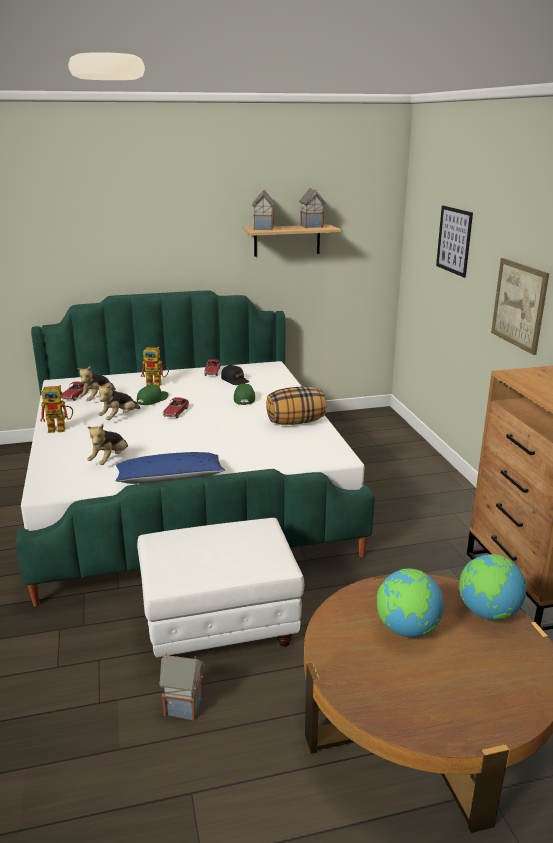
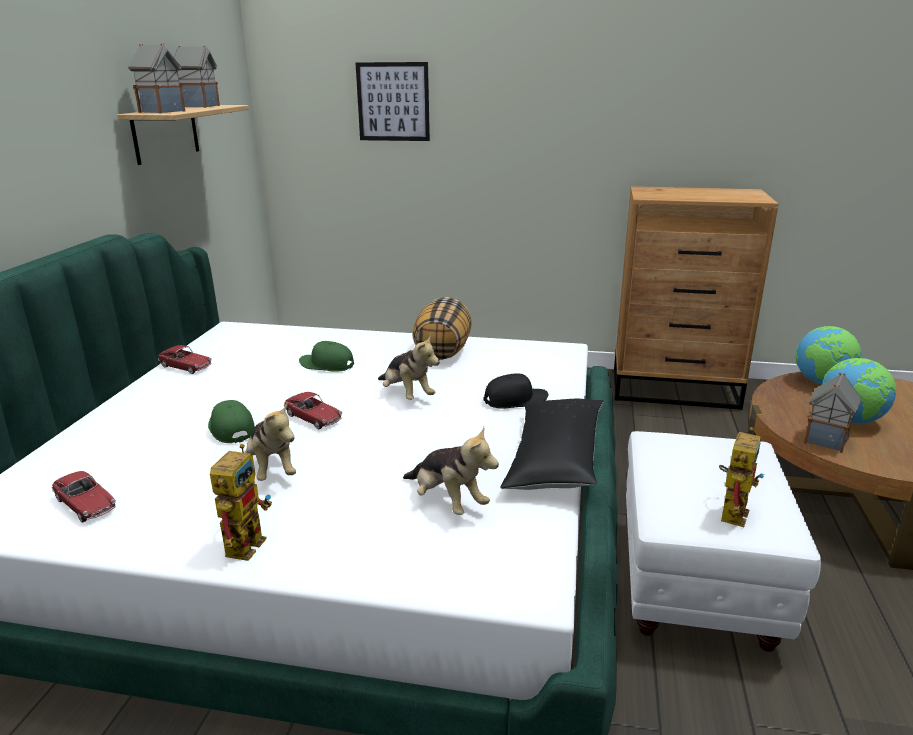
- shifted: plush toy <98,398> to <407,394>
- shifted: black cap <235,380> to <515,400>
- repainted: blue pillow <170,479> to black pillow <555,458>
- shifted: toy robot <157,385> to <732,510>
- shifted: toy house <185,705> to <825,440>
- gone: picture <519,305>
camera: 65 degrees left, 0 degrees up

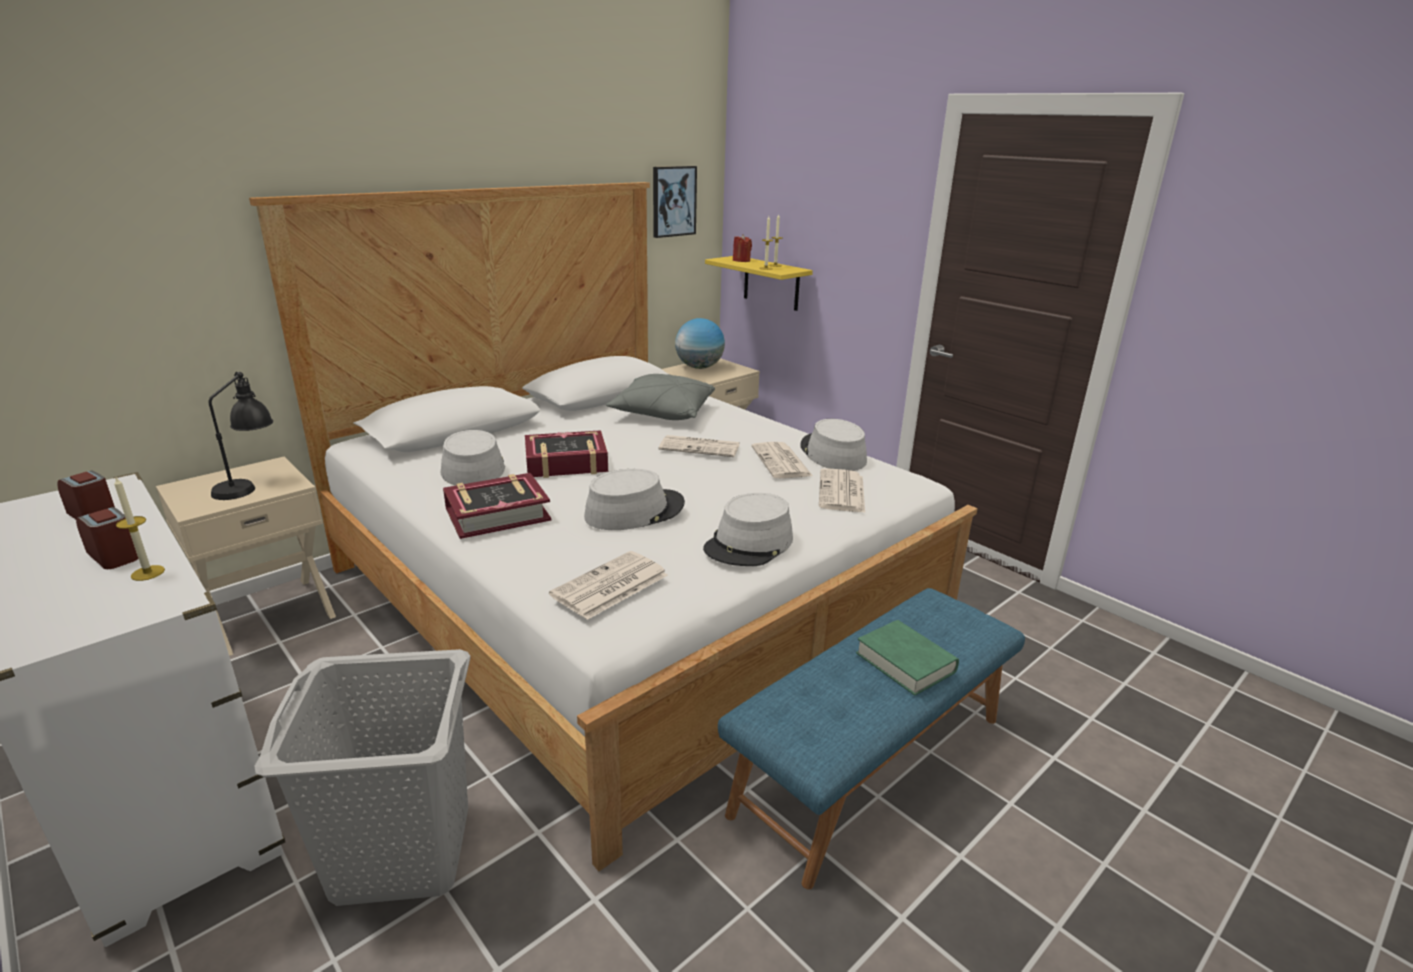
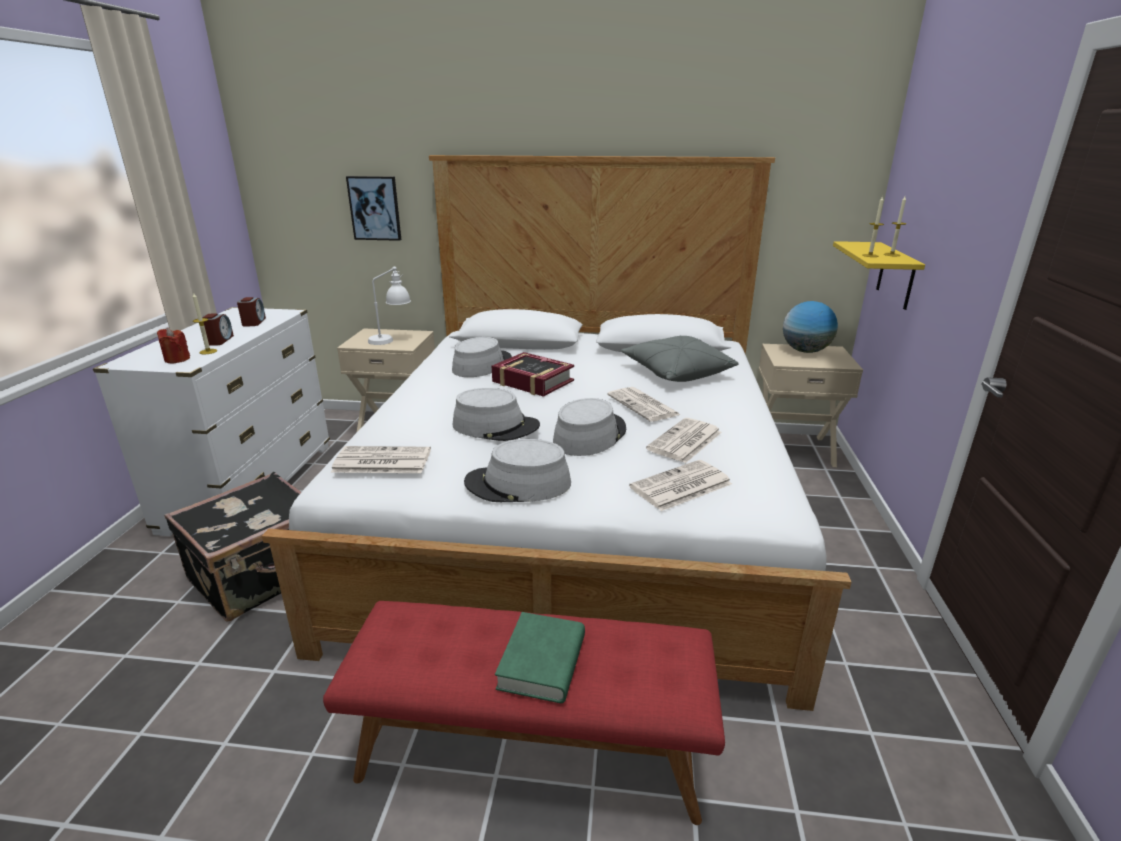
- shifted: red candle <741,260> to <177,359>
- swapped: grey laundry basket <402,851> to black suitcase <263,575>
- repainted: blue bench <869,763> to red bench <531,748>
- shifted: picture <673,201> to <375,208>
- repainted: black table lamp <249,485> to white table lamp <391,340>
- shifted: grey hat <832,453> to <589,435>
- gone: book <497,514>
camera: 50 degrees right, 0 degrees up

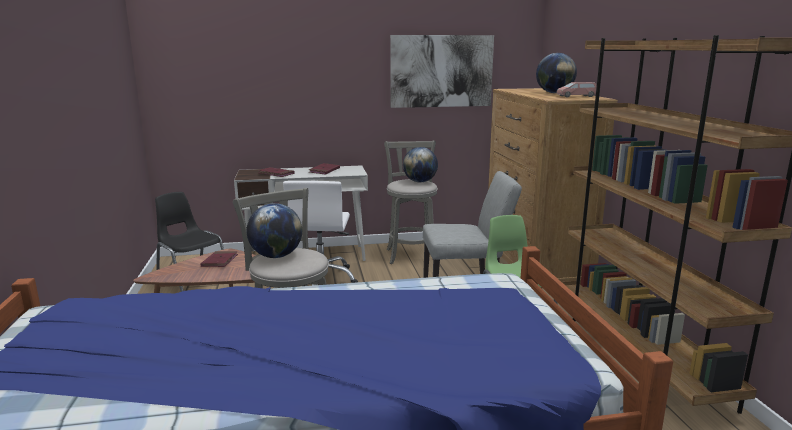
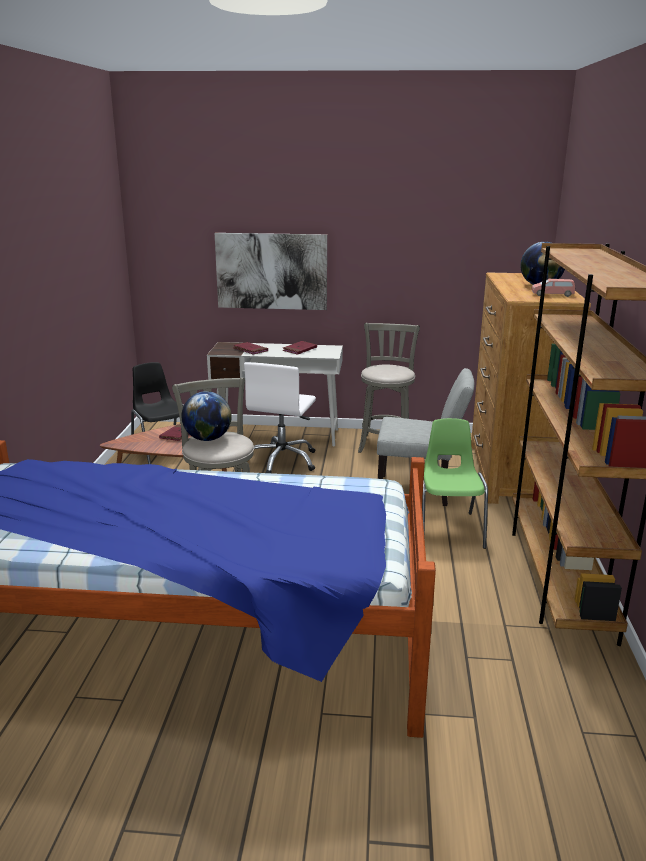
- shifted: picture <441,71> to <271,271>
- gone: globe <420,181>
camera: 15 degrees right, 5 degrees up

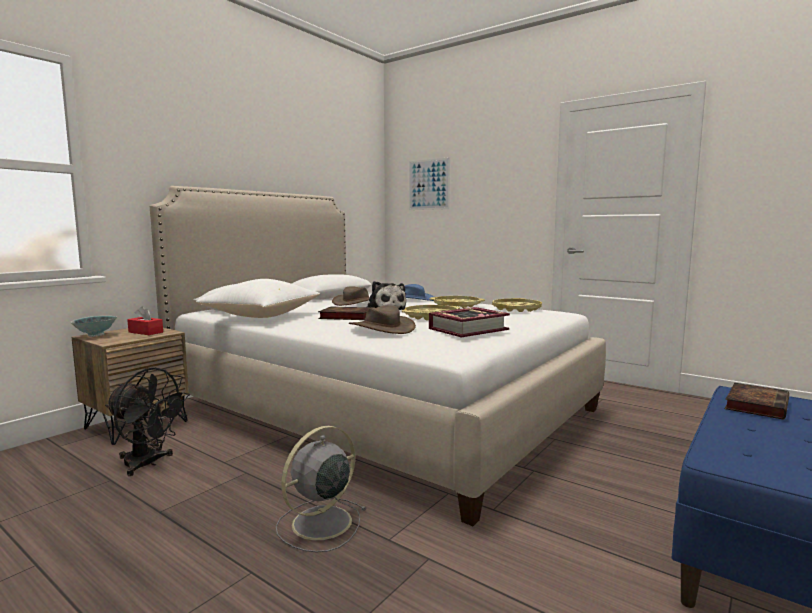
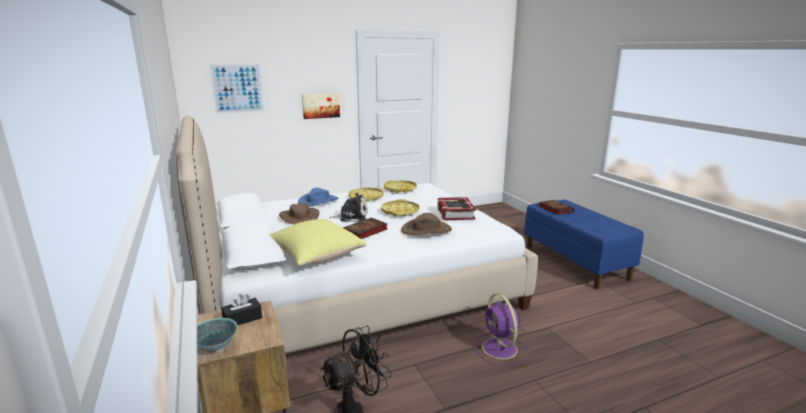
- repainted: red tissue box <145,332> to black tissue box <242,319>
- repainted: white pillow <262,316> to yellow pillow <314,256>
- new: picture <320,105>
- repainted: grey fan <319,524> to purple fan <500,349>
camera: 60 degrees left, 10 degrees up

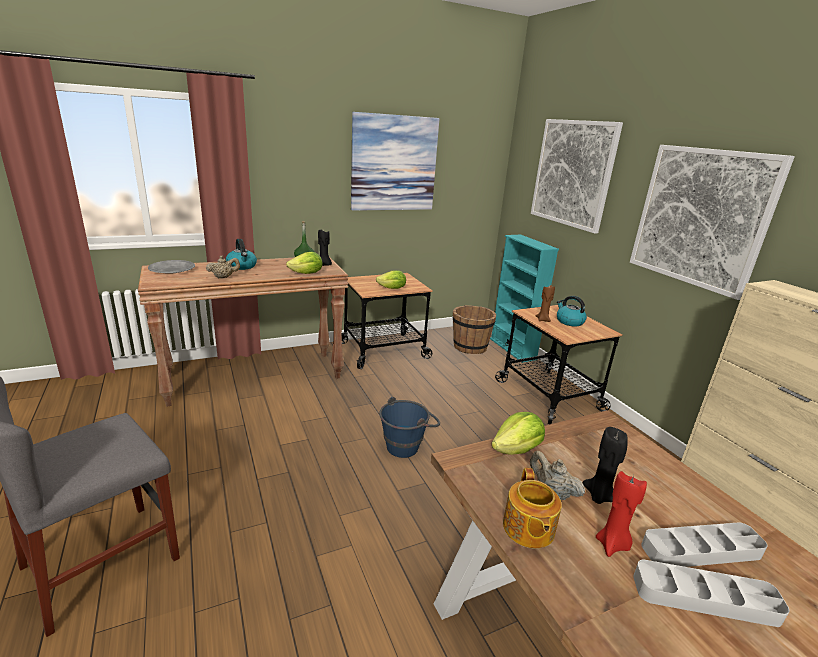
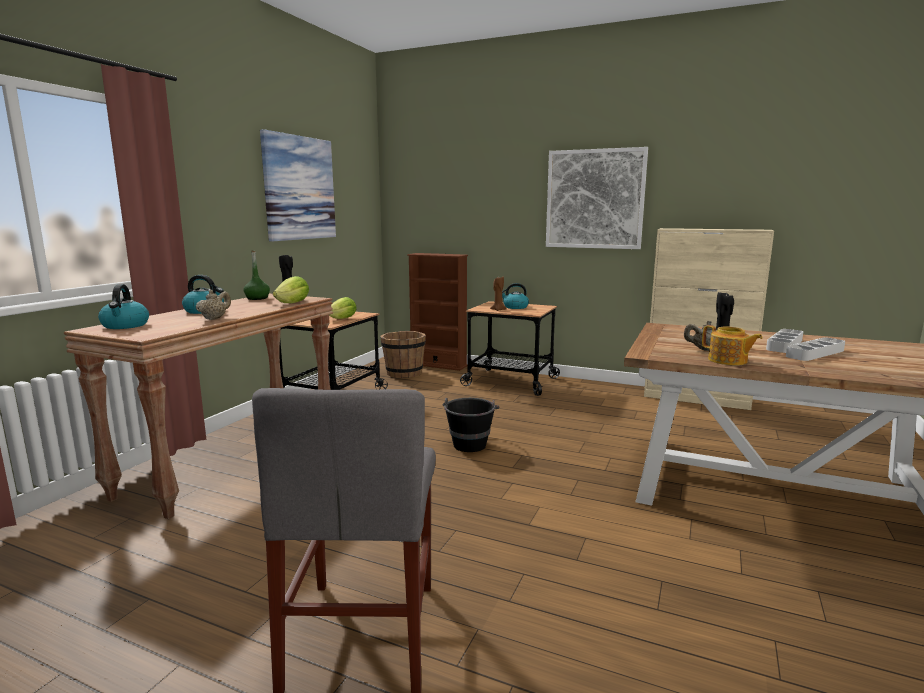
- swapped: grey plate <172,269> to kettle <125,326>
- repainted: turquoise bookcase <512,349> to brown bookcase <438,365>
- repainted: blue bucket <407,444> to black bucket <470,442>
- gone: lettuce <517,450>
- gone: picture <573,173>
- gone: red candle <612,545>
camera: 40 degrees left, 10 degrees down

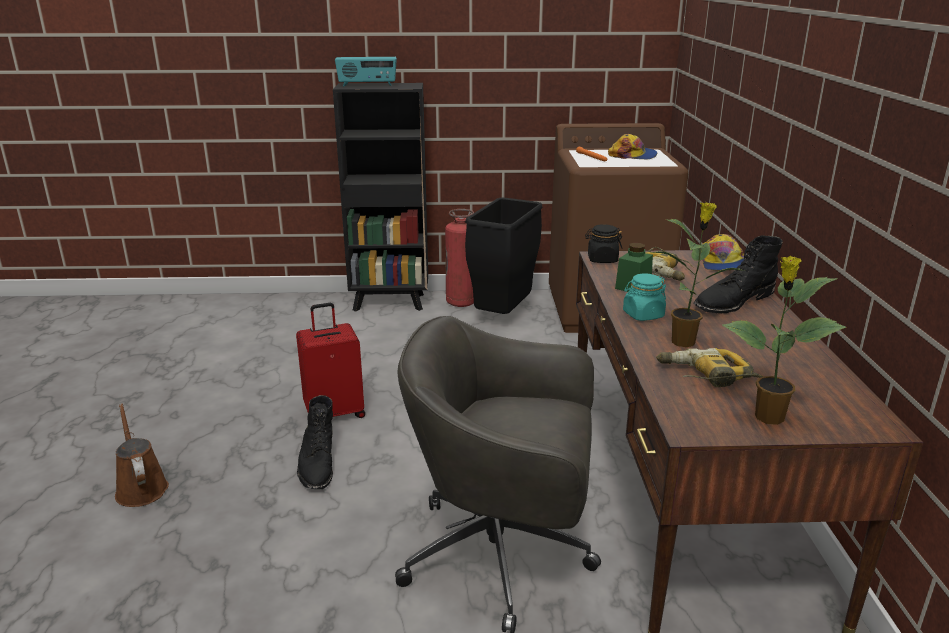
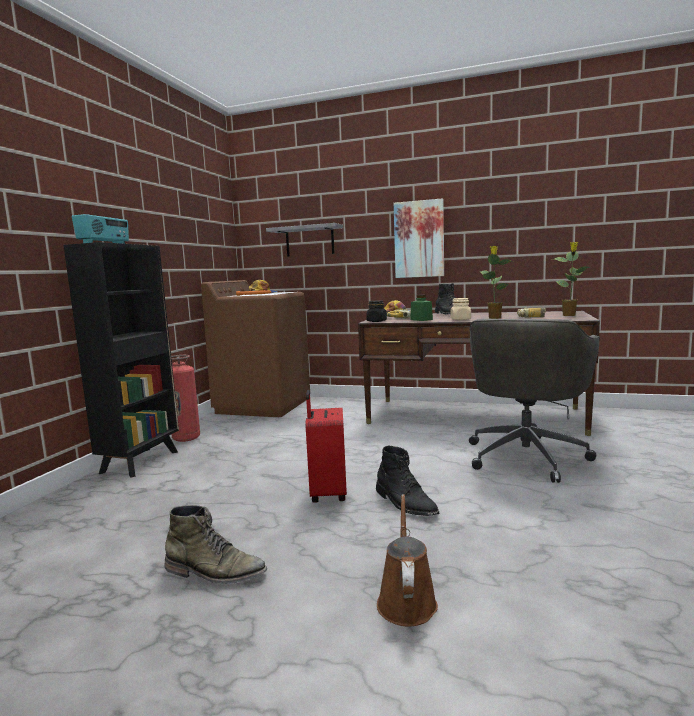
- new: green boot <215,572>
- new: grey shelf <309,241>
- rotated: black boot <317,464> = <405,503> 45 degrees clockwise
- rotated: brown watering can <141,488> = <406,600> 105 degrees clockwise
- new: picture <419,239>
- repainted: turquoise jar <643,315> to beige jar <460,319>
- gone: black trash can <504,316>
camera: 70 degrees left, 15 degrees down

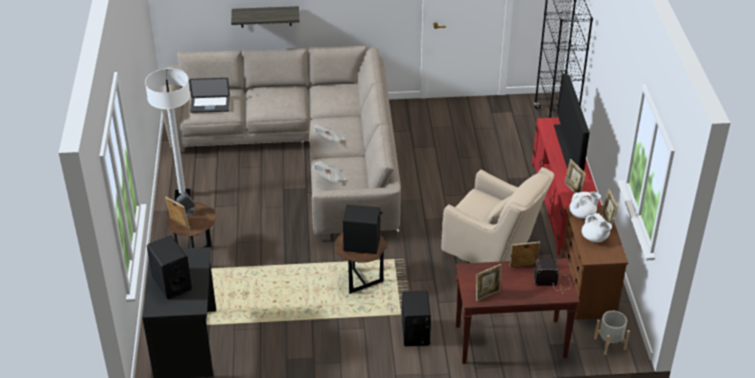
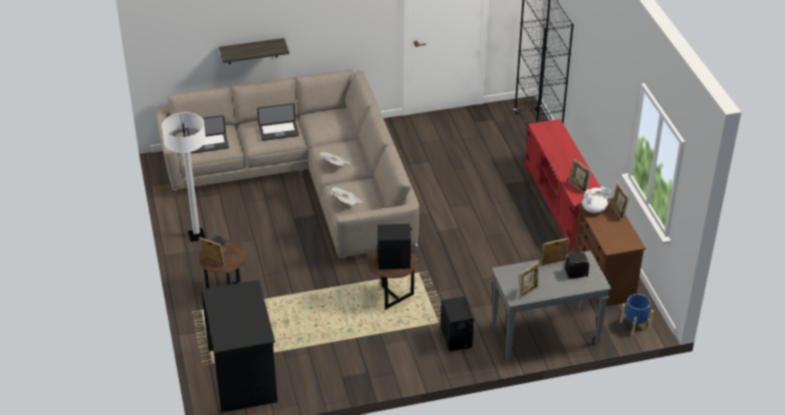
- new: laptop <278,132>
- repainted: brown console table <509,342> to grey console table <544,335>
- repainted: grey planter <610,343> to blue planter <635,325>
- gone: black speaker <171,283>
- gone: beige armchair <494,252>
- gone: television <568,150>
- gone: white teapot <595,238>
camera: 10 degrees left, 0 degrees up

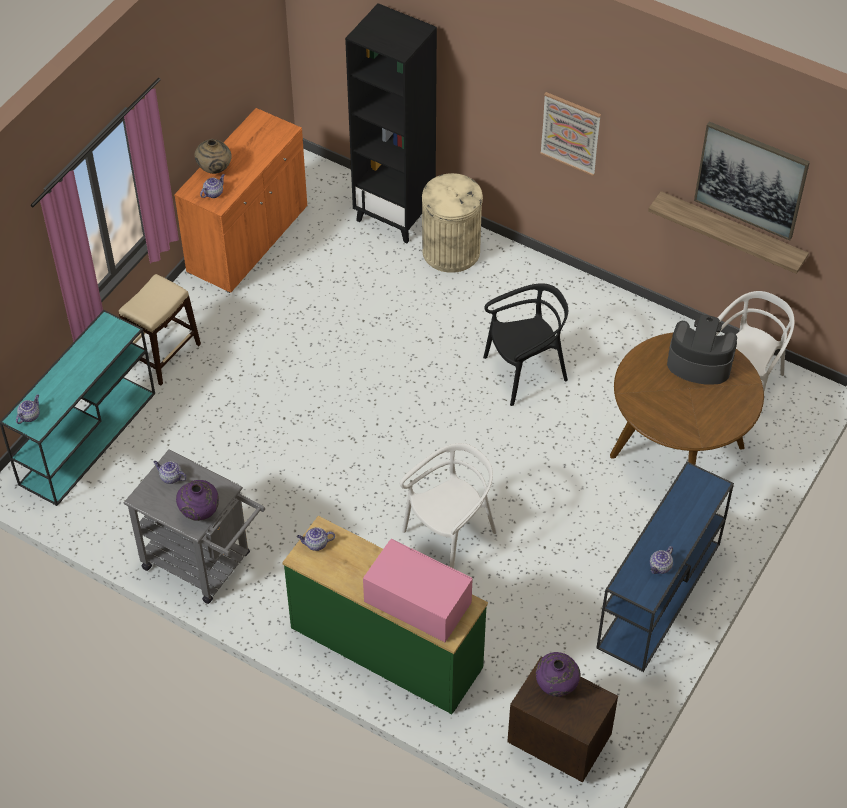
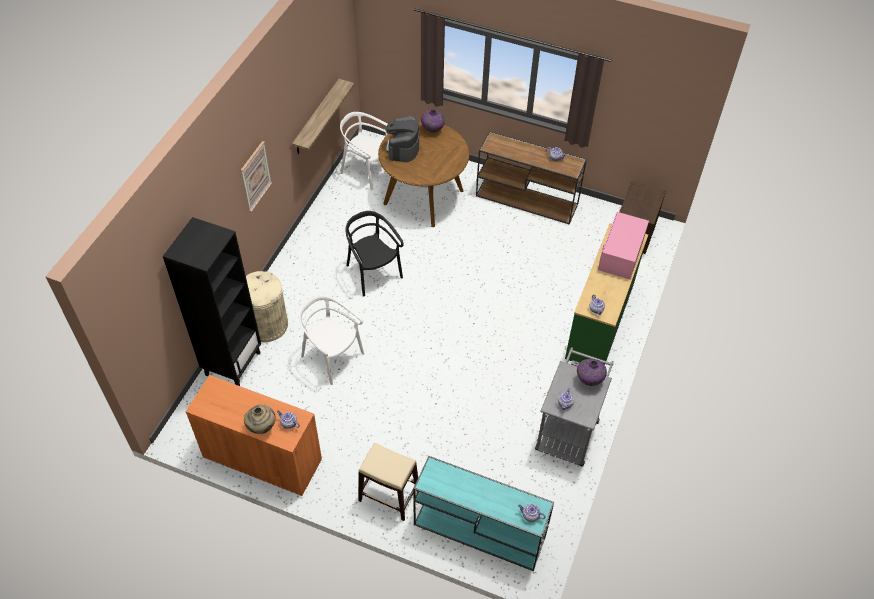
- shifted: white chair <450,535> to <332,357>
- shifted: purple vase <556,686> to <432,130>
- repainted: blue console table <658,597> to brown console table <527,200>
- gone: picture <751,180>
camera: 100 degrees left, 0 degrees up

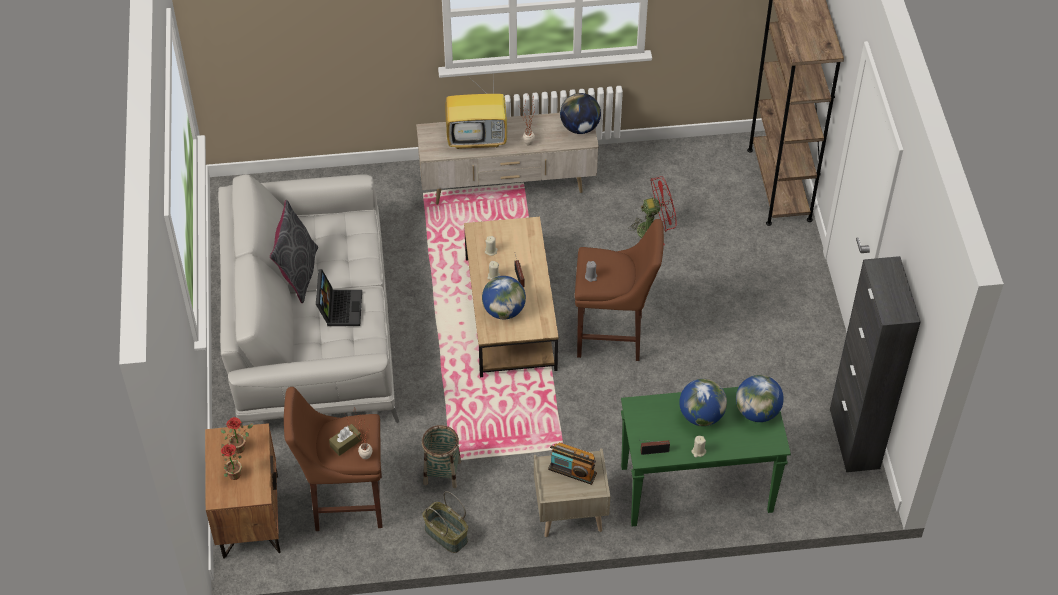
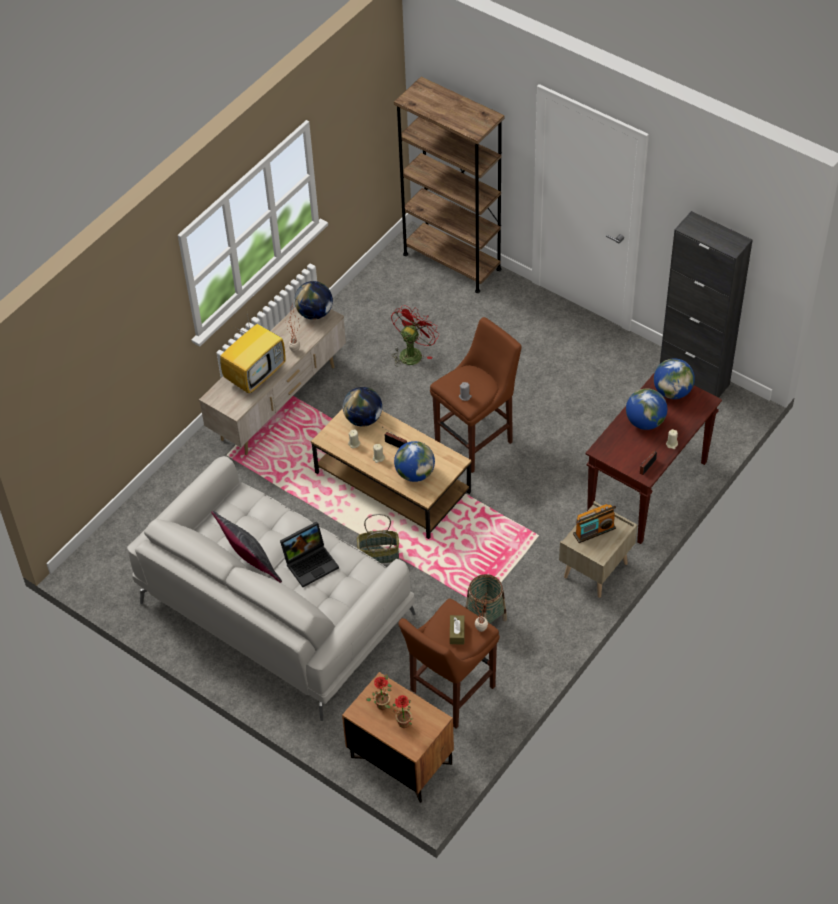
- rotated: laptop <339,307> = <311,562> 105 degrees clockwise
- new: globe <363,419>
- shifted: basket <445,535> to <378,555>
- repainted: green console table <695,490> to brown console table <647,489>
camera: 45 degrees left, 0 degrees up

